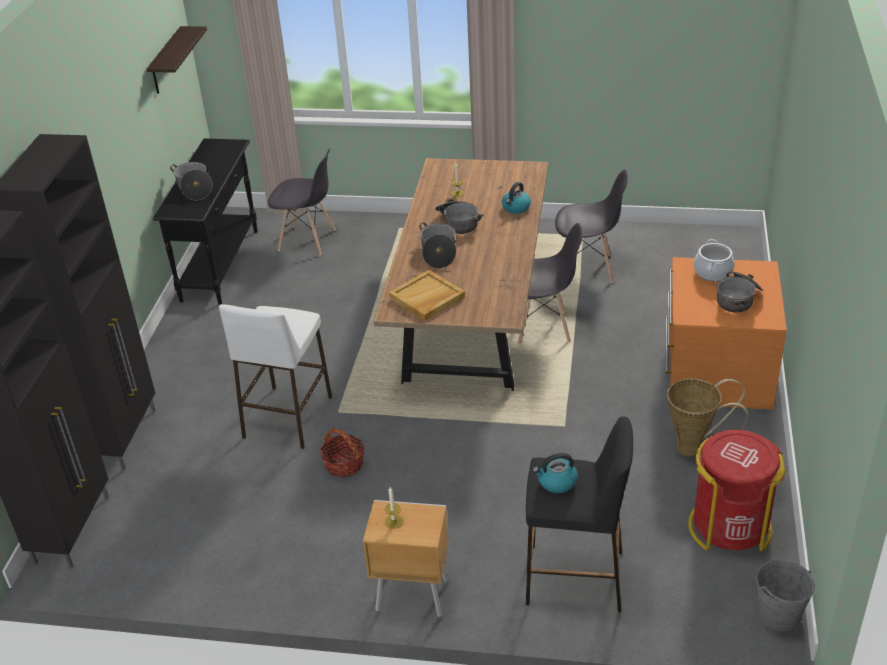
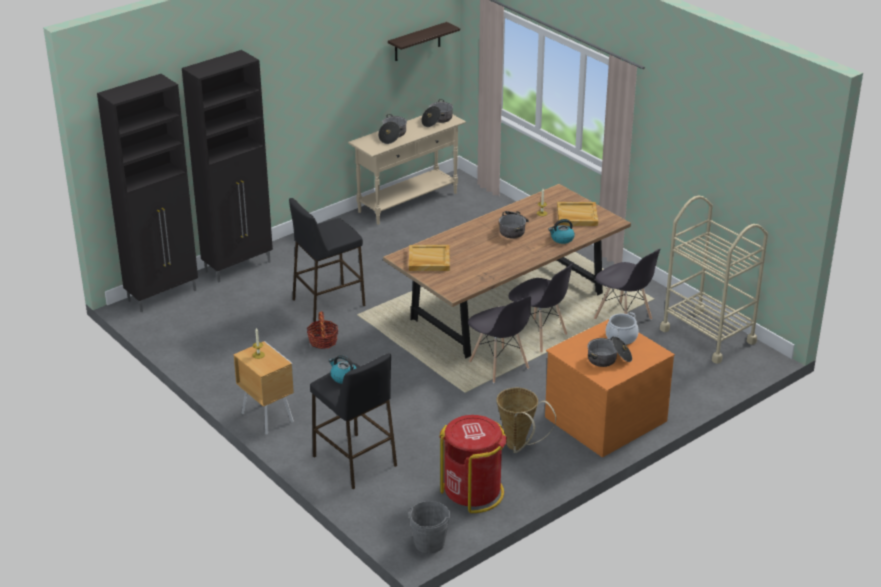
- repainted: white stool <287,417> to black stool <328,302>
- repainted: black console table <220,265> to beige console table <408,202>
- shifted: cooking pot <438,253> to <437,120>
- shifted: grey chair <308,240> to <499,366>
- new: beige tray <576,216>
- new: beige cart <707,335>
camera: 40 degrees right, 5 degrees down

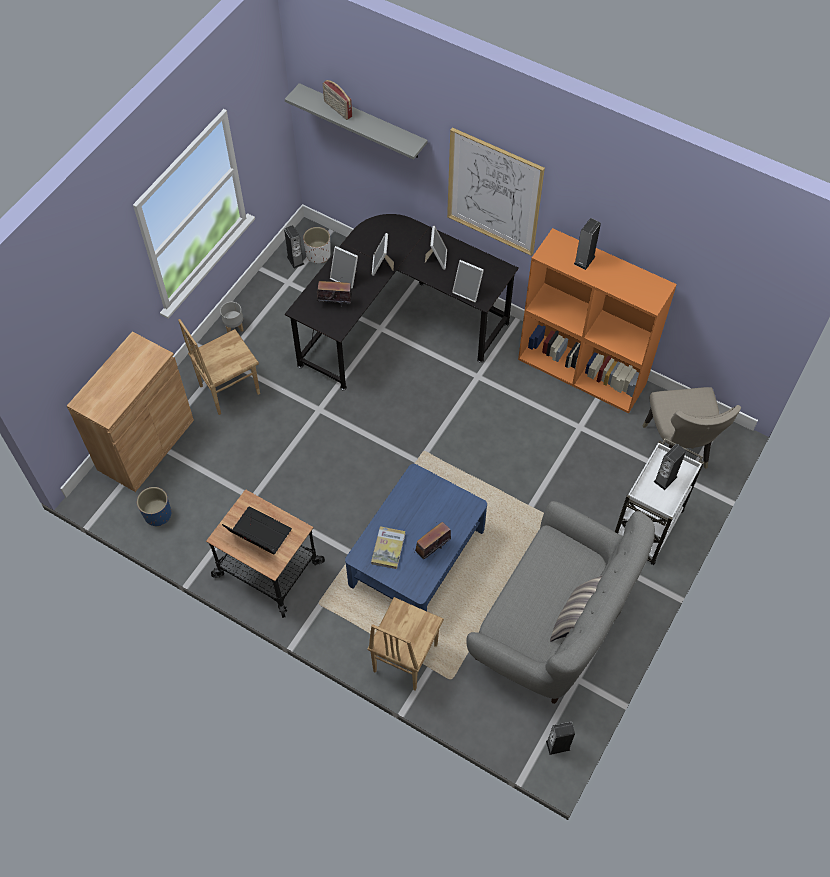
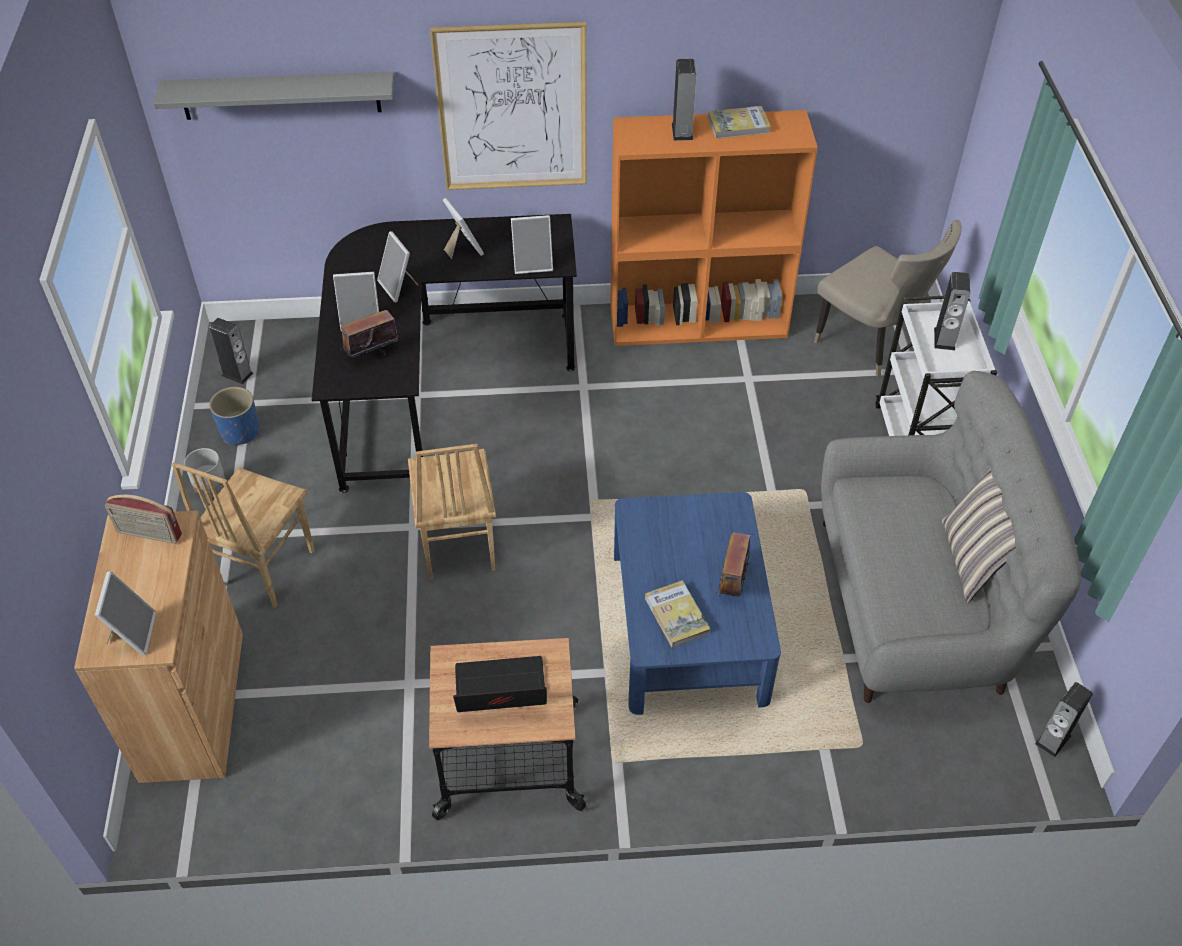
- new: picture frame <132,633>
- shifted: radio <337,109> to <149,534>
- shifted: blue planter <157,514> to <240,431>
- shifted: brown chair <404,658> to <456,546>
- new: book <738,125>
- gone: white planter <318,254>
camera: 35 degrees left, 10 degrees down

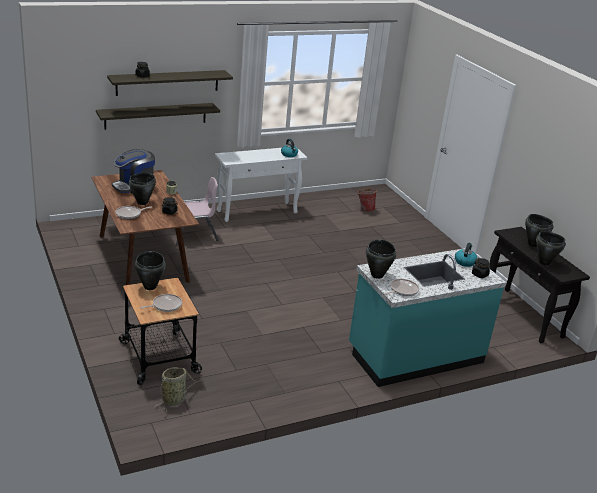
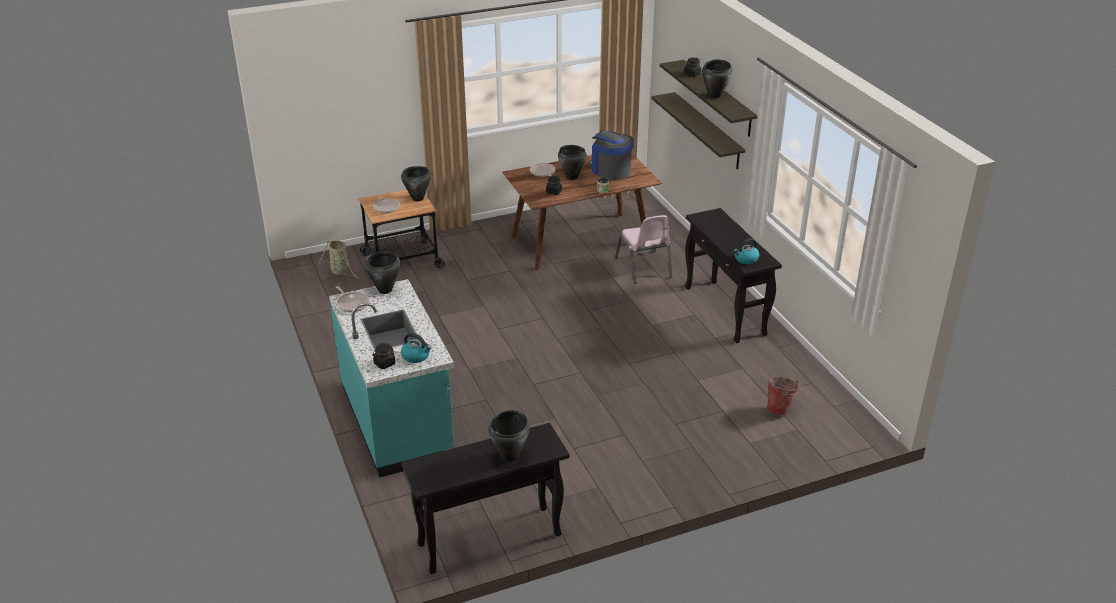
- repainted: white console table <257,211> to black console table <725,311>
- shifted: black cooking pot <544,262> to <715,96>
camera: 95 degrees right, 5 degrees up

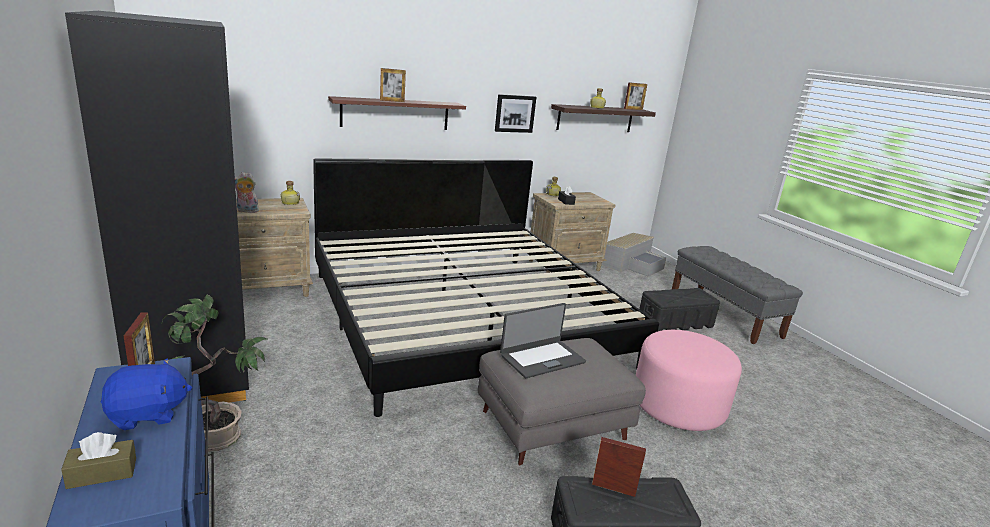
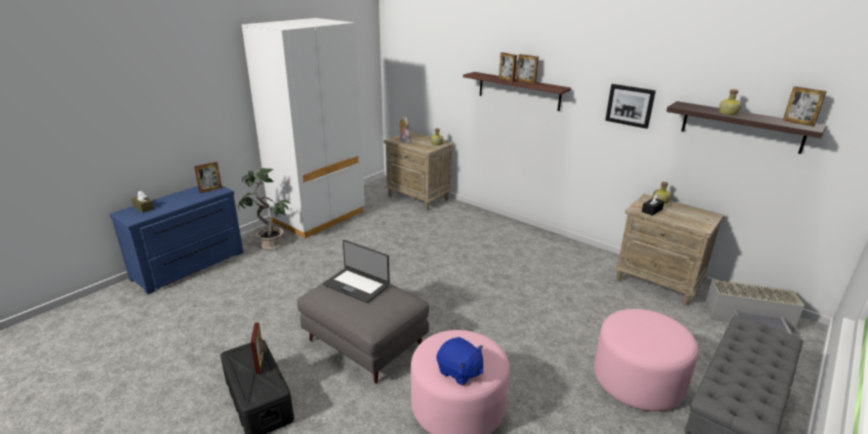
- repainted: black wardrobe <194,370> to white wardrobe <318,217>
- shifted: blue plush toy <147,414> to <459,372>
- new: picture frame <526,82>
- swapped: black storage box <674,322> to pink ottoman <637,381>
- gone: bed <464,317>
camera: 65 degrees right, 5 degrees up

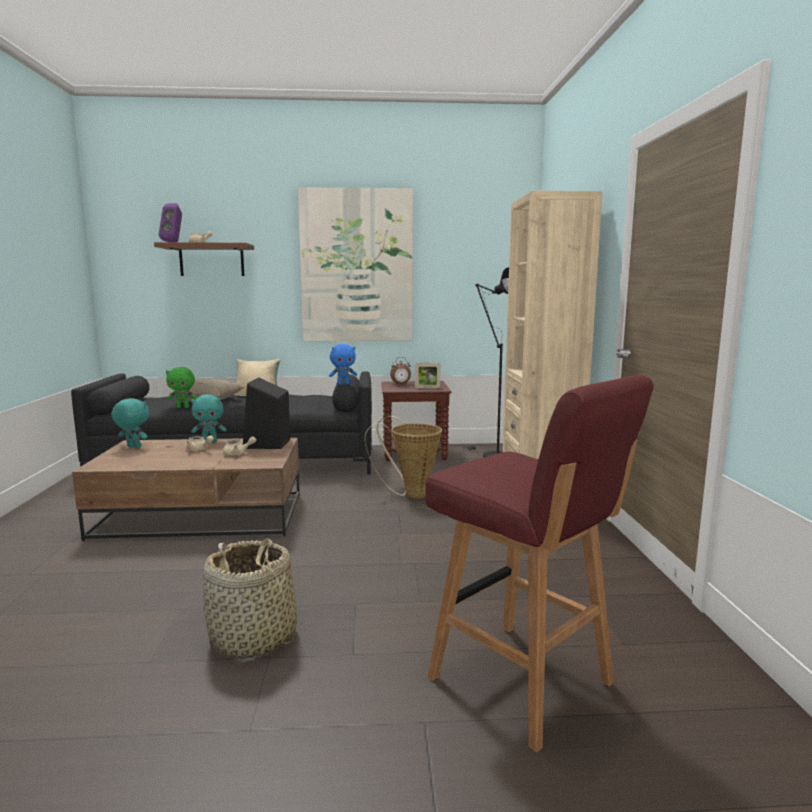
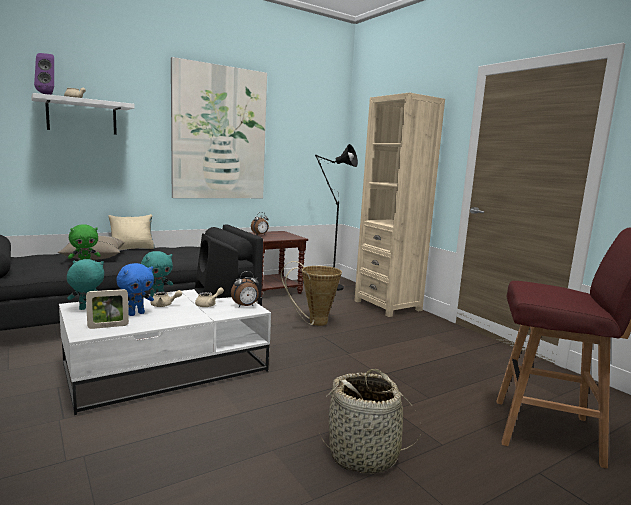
- repainted: brown shelf <211,260> to white shelf <82,116>
- repainted: brown coffee table <203,515> to white coffee table <168,367>
- shifted: picture frame <427,388> to <108,326>
- shifted: blue plush toy <343,384> to <136,314>
- new: alarm clock <245,306>
camera: 30 degrees left, 0 degrees up

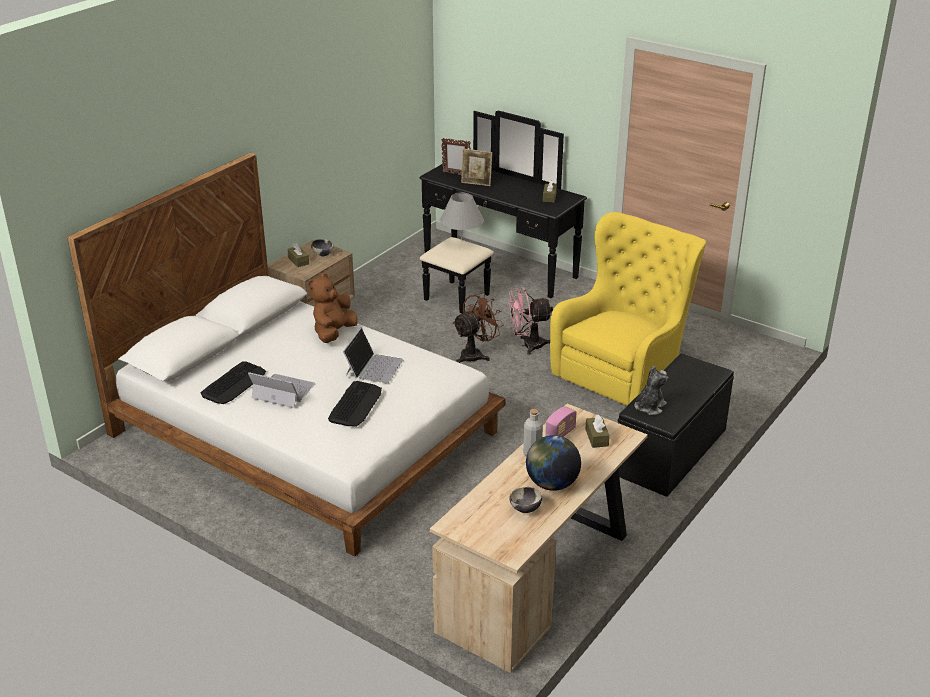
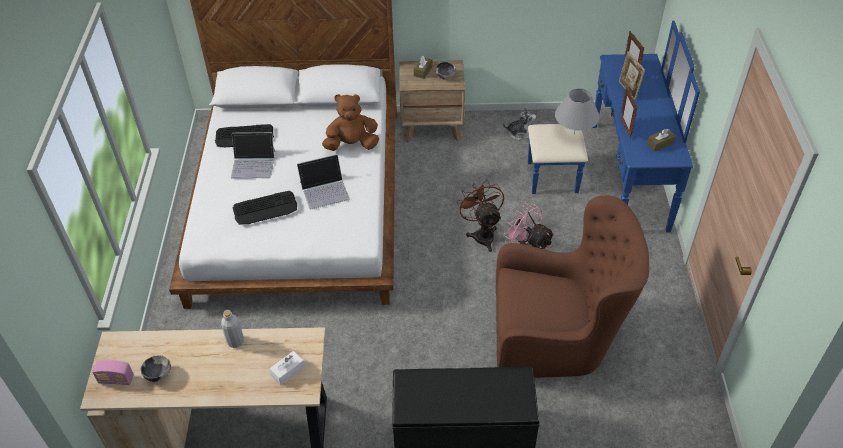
- shifted: radio <560,433> to <116,379>
- rotated: laptop <283,391> = <253,164> 105 degrees clockwise
- repainted: brown tissue box <596,437> to white tissue box <288,371>
- rotated: brown fan <475,354> = <482,234> 120 degrees counterclockwise
- repainted: yellow armchair <624,369> to brown armchair <557,338>
- shifted: plush toy <649,407> to <519,133>
- repainted: black dresser <491,273> to blue dresser <611,176>
- new: picture frame <625,128>
- gone: globe <551,484>
camera: 55 degrees right, 15 degrees up

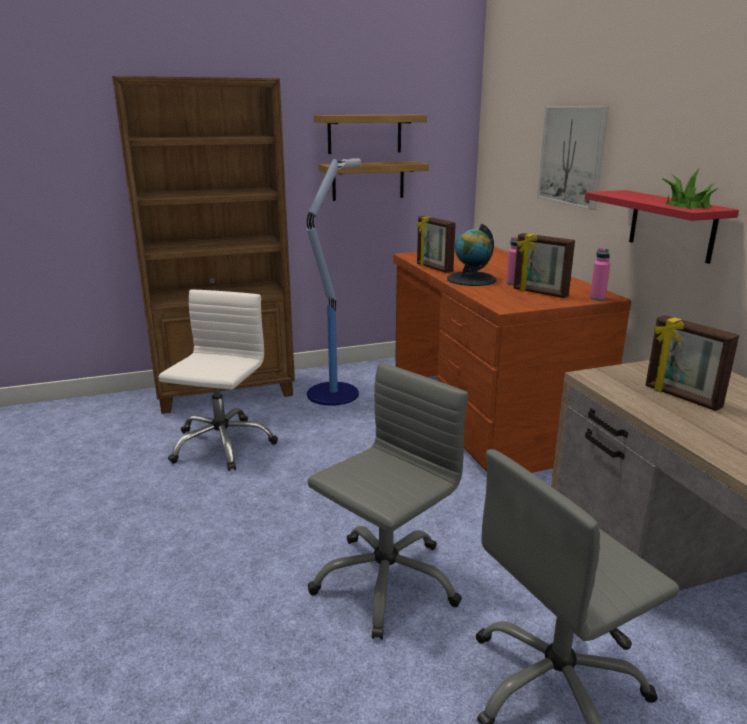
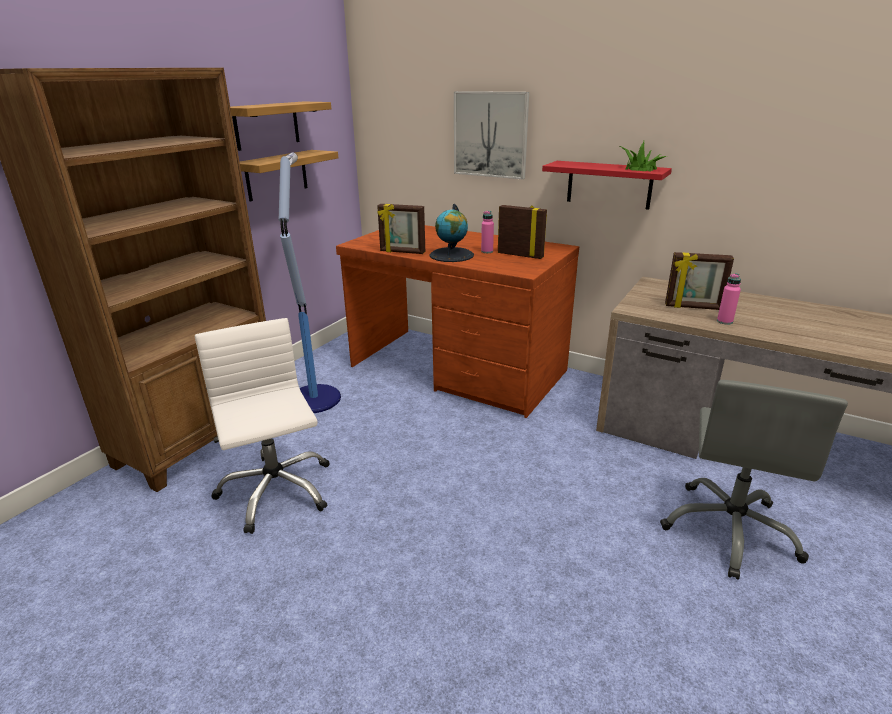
- rotated: picture frame <539,293> = <520,255> 150 degrees counterclockwise
- shifted: pink bottle <597,298> to <724,321>
- gone: grey office chair <385,581>
camera: 40 degrees left, 5 degrees up

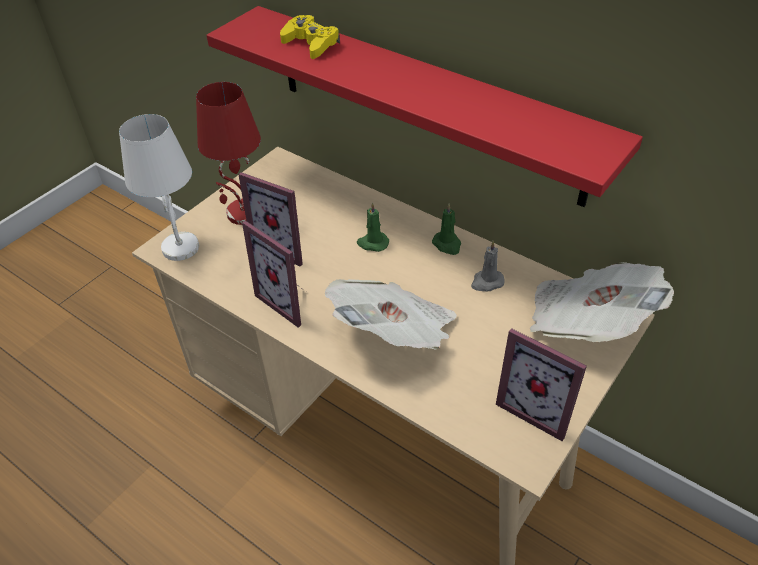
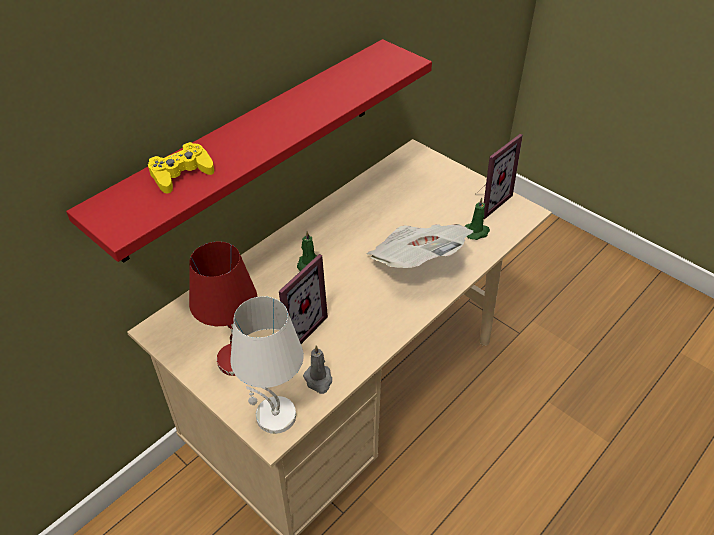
- shifted: grey candle <486,282> to <318,380>
- shifted: green candle <447,244> to <476,232>
- gone: picture frame <290,301>
- gone: newspaper <587,322>
camera: 85 degrees left, 0 degrees up

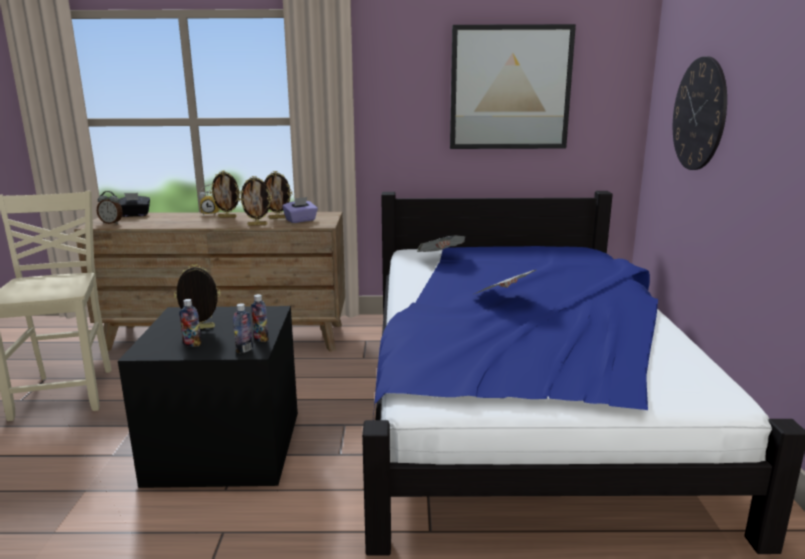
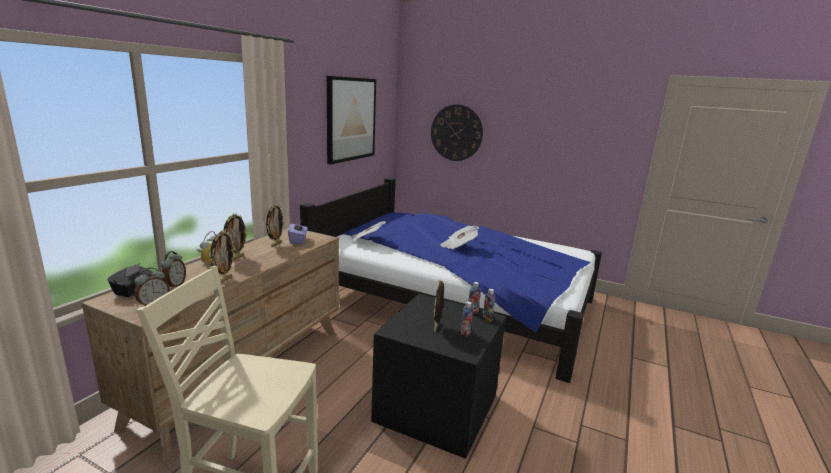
- new: alarm clock <174,285>
- shifted: picture frame <257,225> to <224,280>
camera: 65 degrees left, 0 degrees up

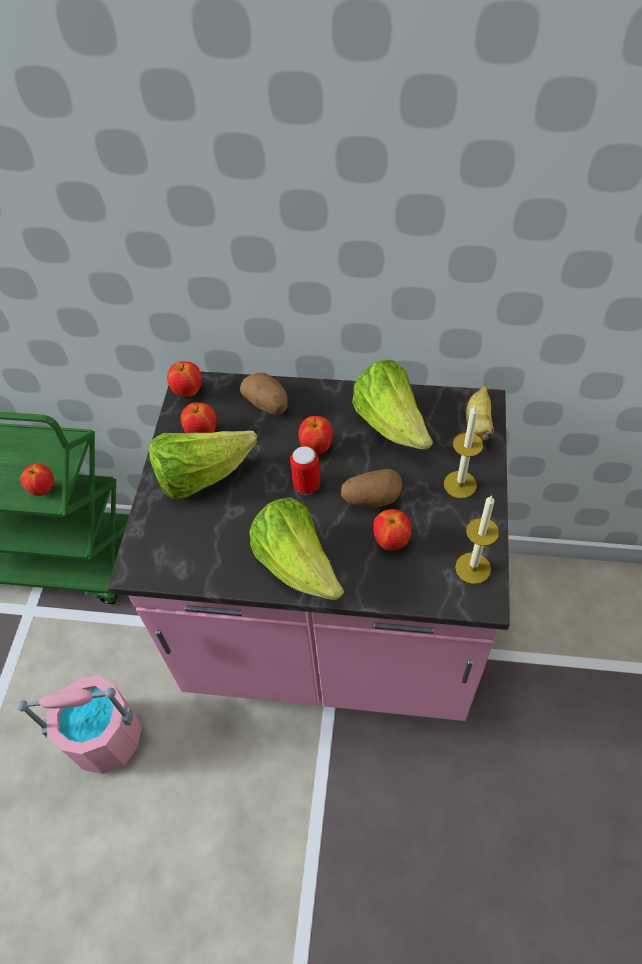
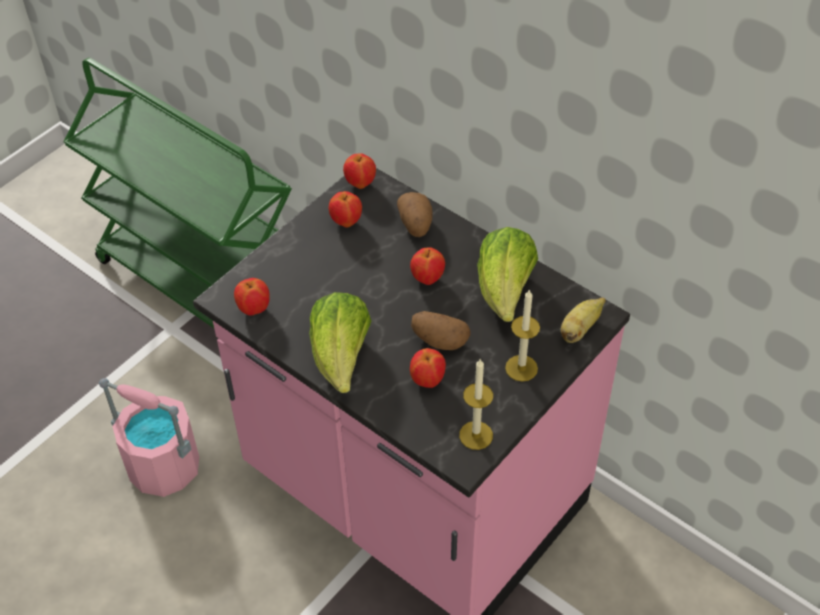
- shifted: apple <43,489> to <254,309>
- gone: lettuce <201,476>
- gone: can <306,485>
camera: 30 degrees right, 5 degrees down

